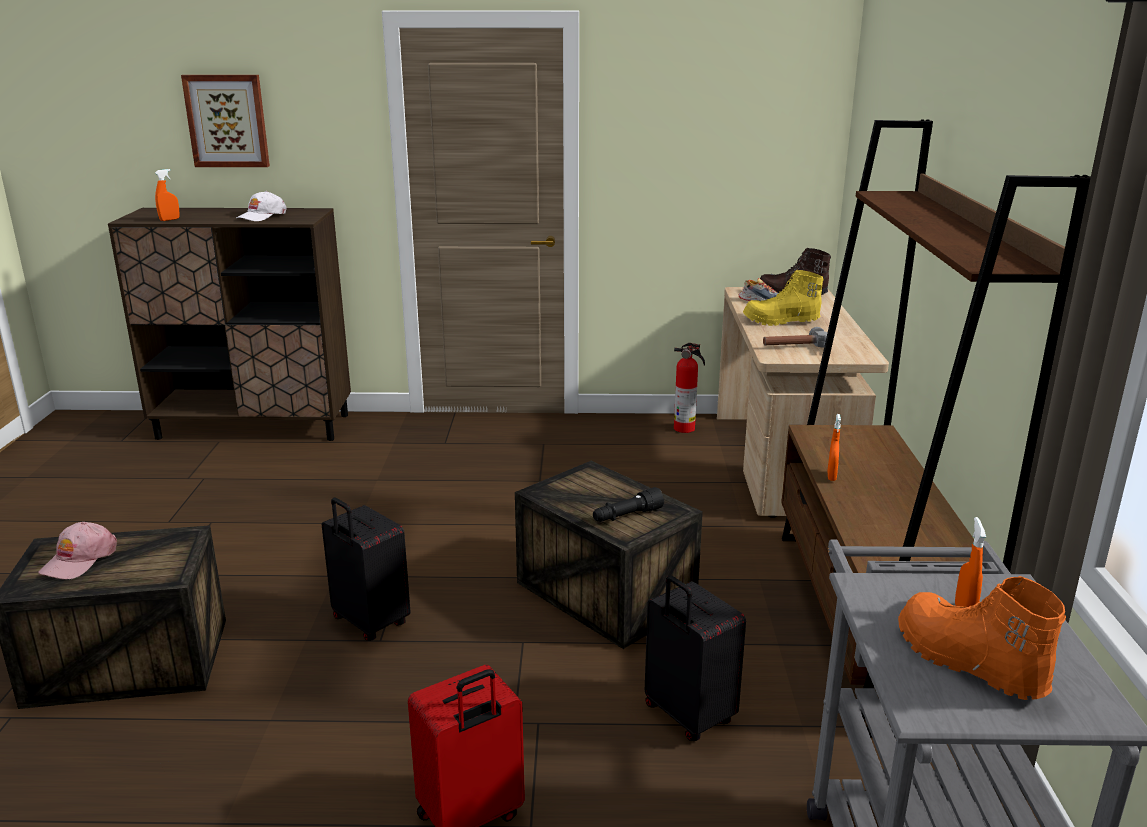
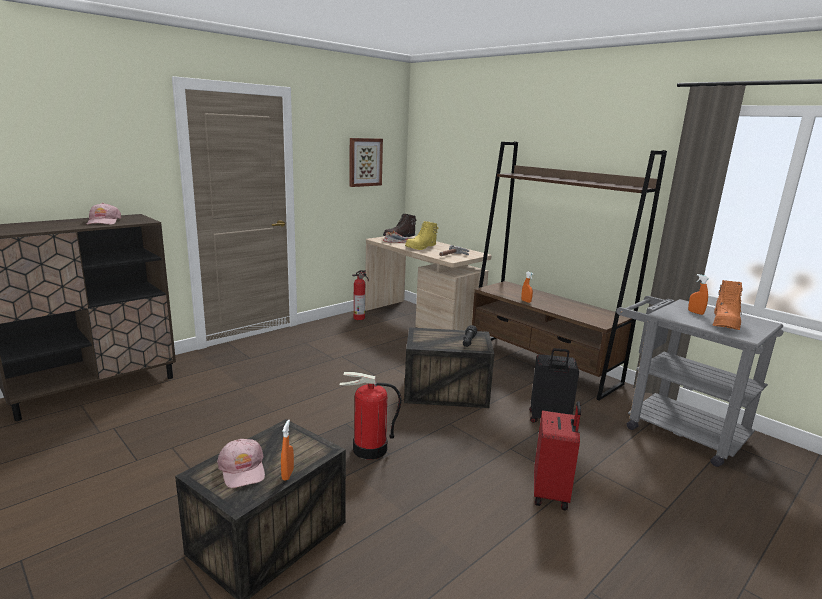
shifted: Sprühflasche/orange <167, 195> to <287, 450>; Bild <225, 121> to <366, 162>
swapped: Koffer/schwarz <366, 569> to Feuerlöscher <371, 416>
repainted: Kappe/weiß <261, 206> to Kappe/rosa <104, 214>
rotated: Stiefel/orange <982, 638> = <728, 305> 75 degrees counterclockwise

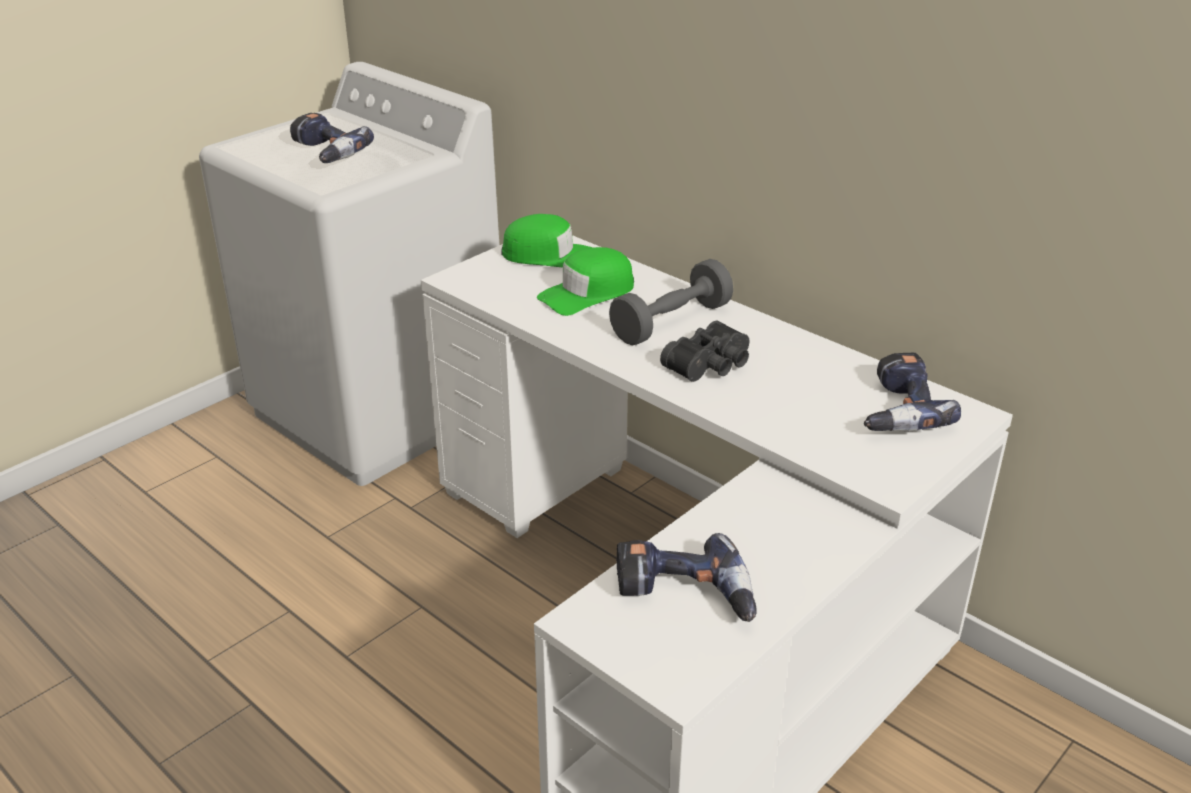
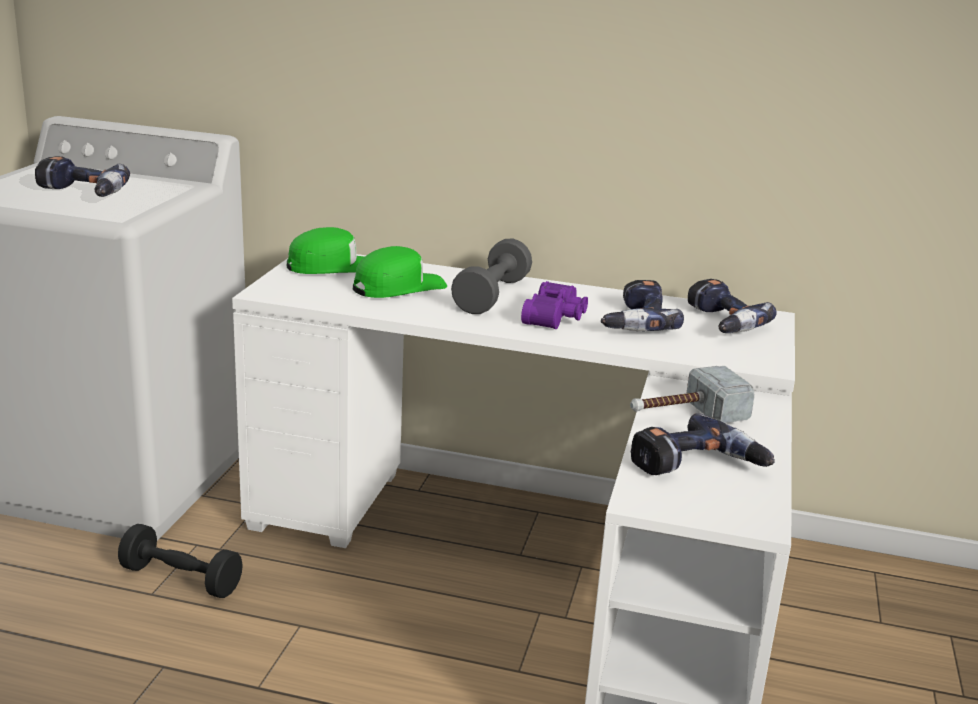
new: Hantel/schwarz <180, 561>; Bohrmaschine <642, 305>; Hammer <692, 394>
repainted: Fernglas/schwarz <704, 351> to Fernglas/lila <554, 305>
rotated: Kappe/grün <585, 281> = <400, 272> 150 degrees counterclockwise

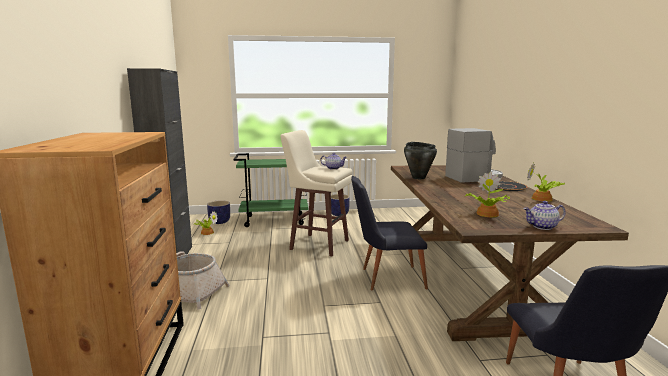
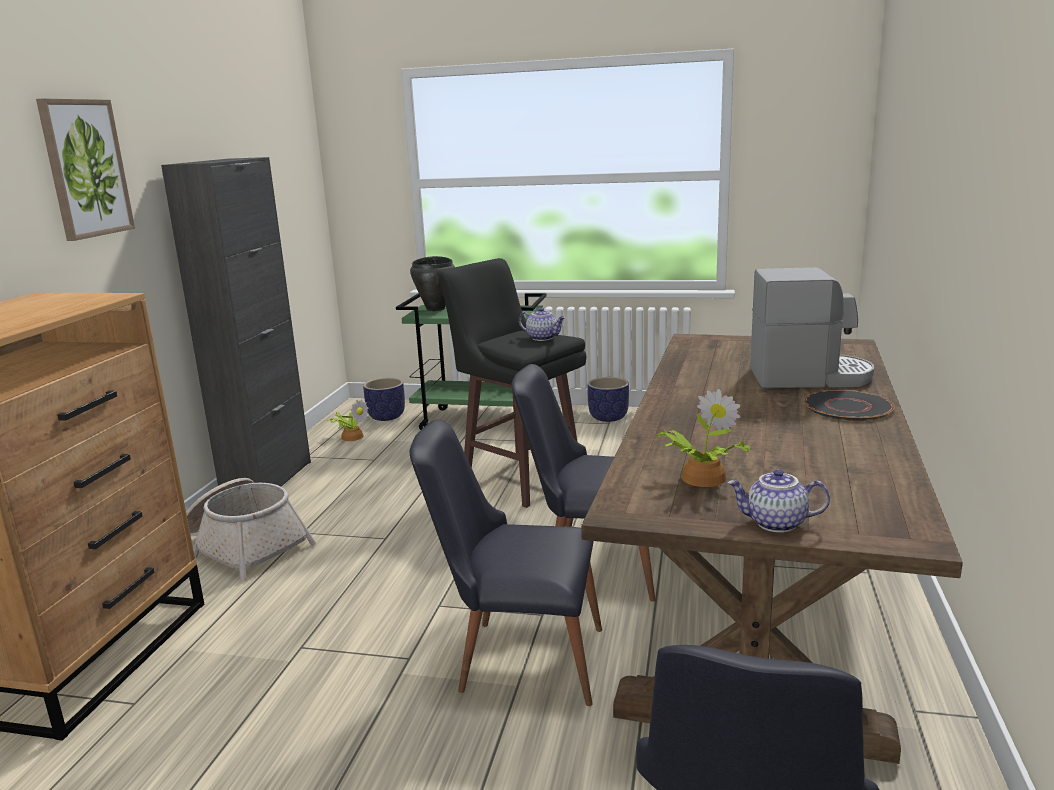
gone: Topfpflanze <546, 182>
new: Bild <85, 169>; Stuhl/schwarz <506, 562>
shifted: Kochtopf/schwarz <420, 160> to <432, 283>
repainted: Hocker/beige <316, 193> to Hocker/schwarz <512, 383>

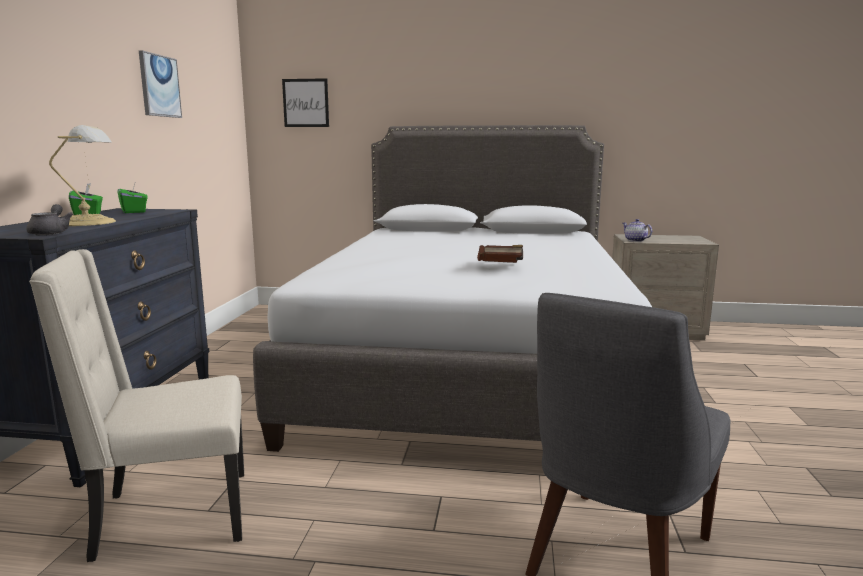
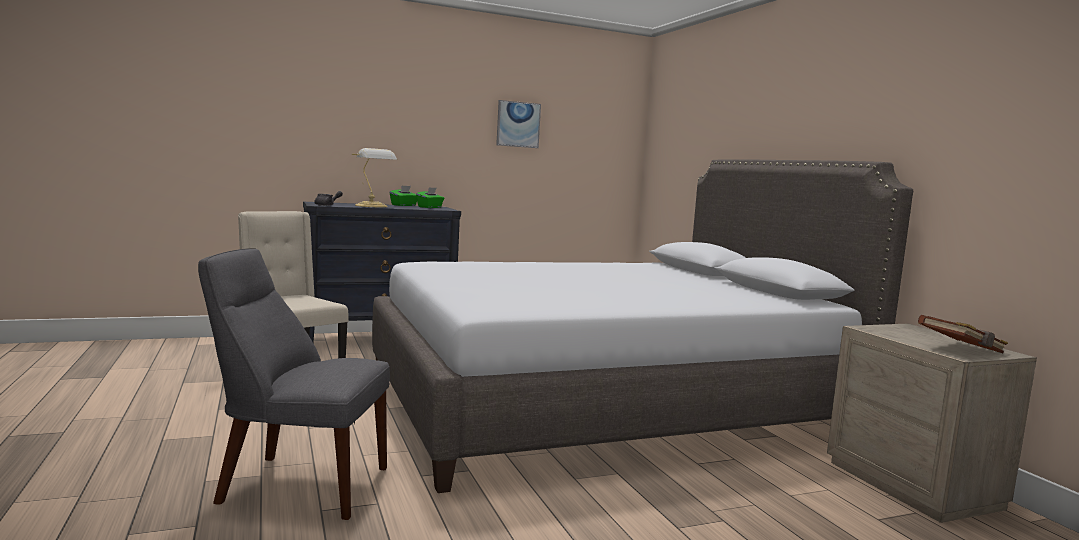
gone: Bild <305, 102>; Teekanne <637, 230>
shifted: Buch/braun <500, 254> to <963, 334>

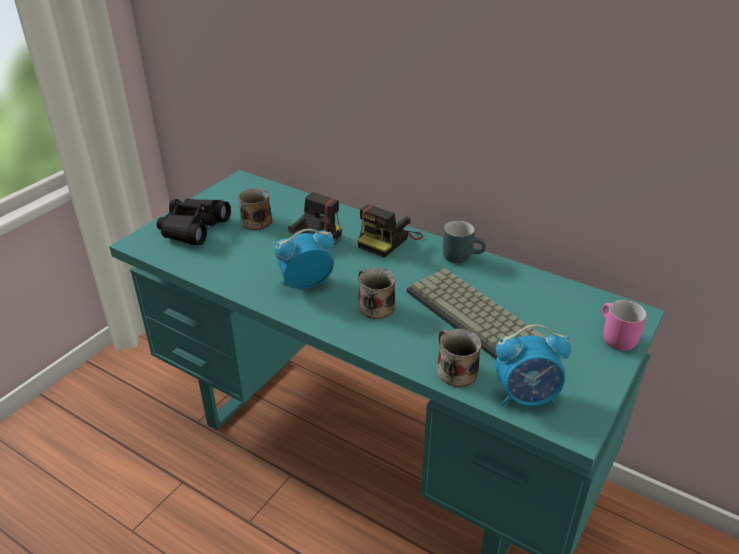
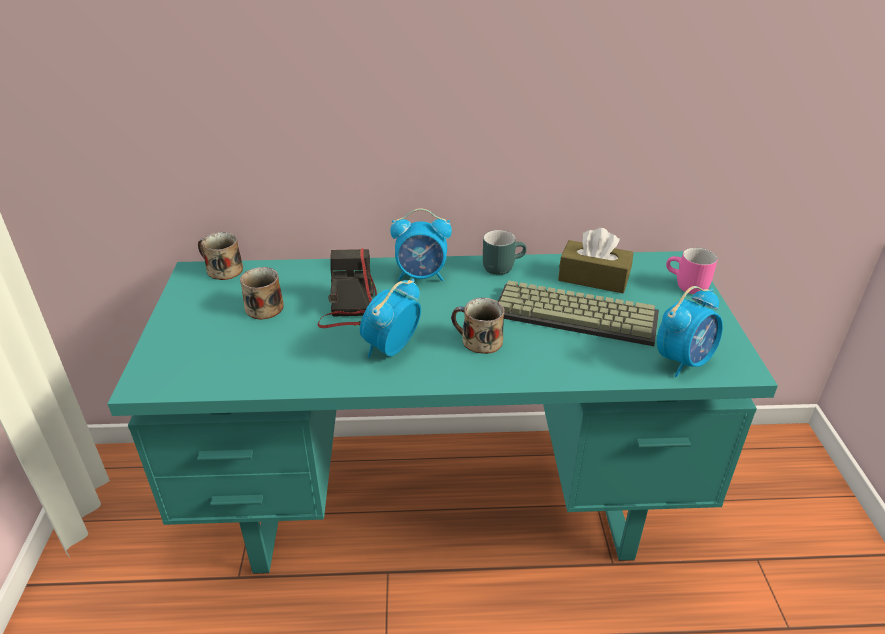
gone: Fernglas/schwarz <194, 222>
new: Taschentuchbox/braun <596, 260>
shifted: Henkelbecher <459, 358> to <220, 256>
swapped: Kamera <390, 231> to Wecker <421, 244>

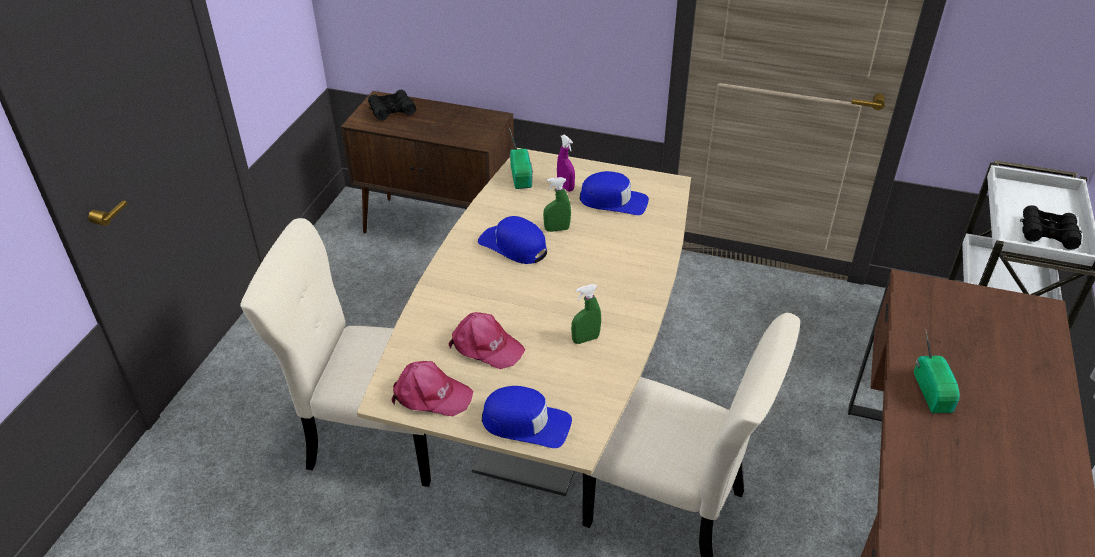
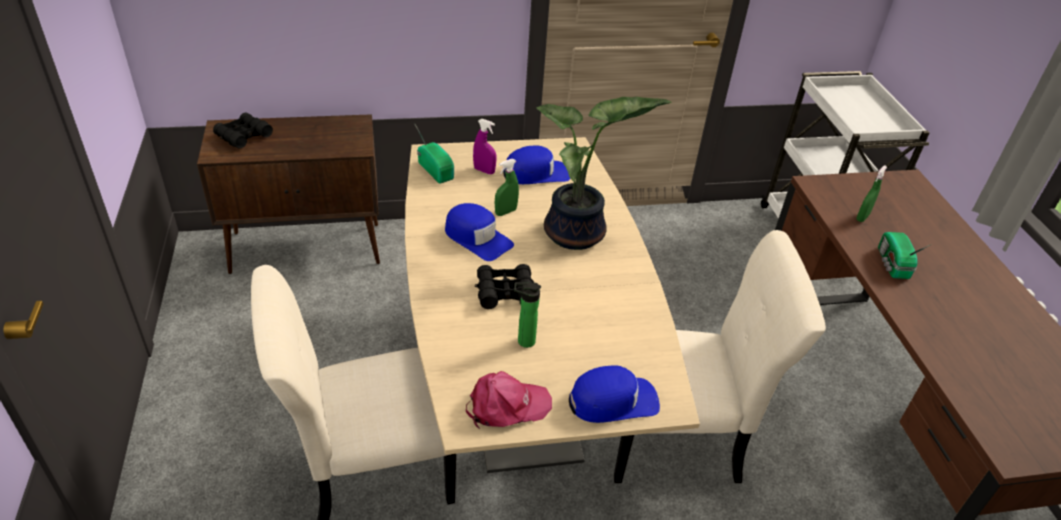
new: Topfpflanze <603, 173>
shifted: Sprühflasche/grün <586, 314> to <871, 193>; Fernglas/schwarz <1051, 227> to <504, 286>
swapped: Kappe/rosa <487, 340> to Flasche <527, 315>
rotated: Kappe/blau <512, 240> = <479, 232> 150 degrees counterclockwise; Radio <937, 371> = <904, 255> 150 degrees counterclockwise

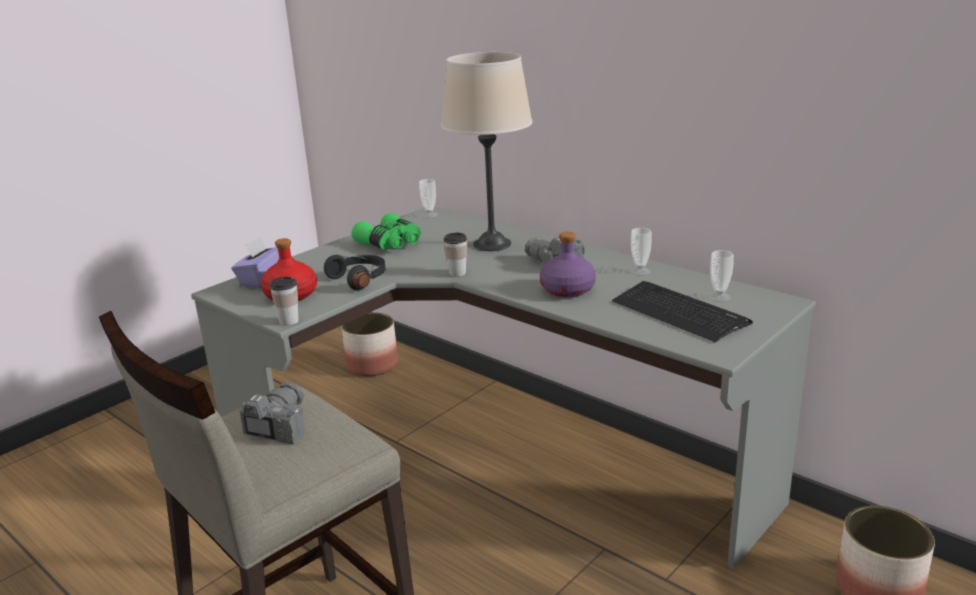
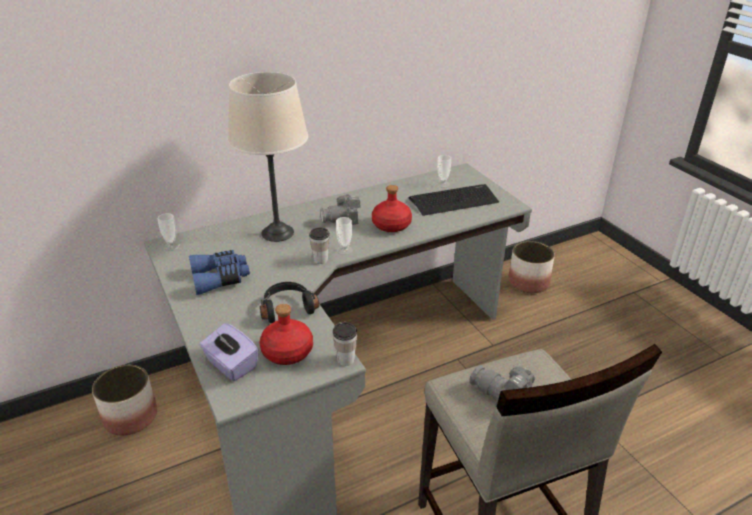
shifted: Tasse <641, 251> to <344, 236>
repainted: Fernglas/grün <386, 231> to Fernglas/blau <219, 272>; Flasche/lila <568, 264> to Flasche/rot <392, 208>

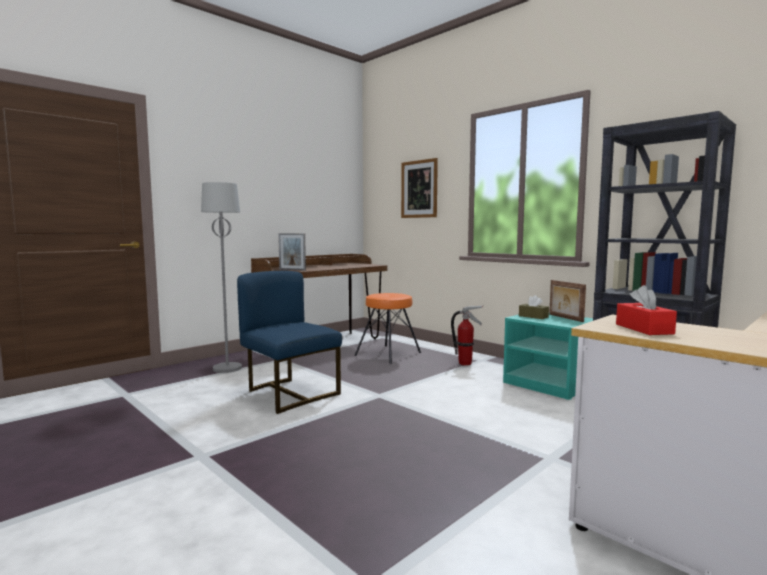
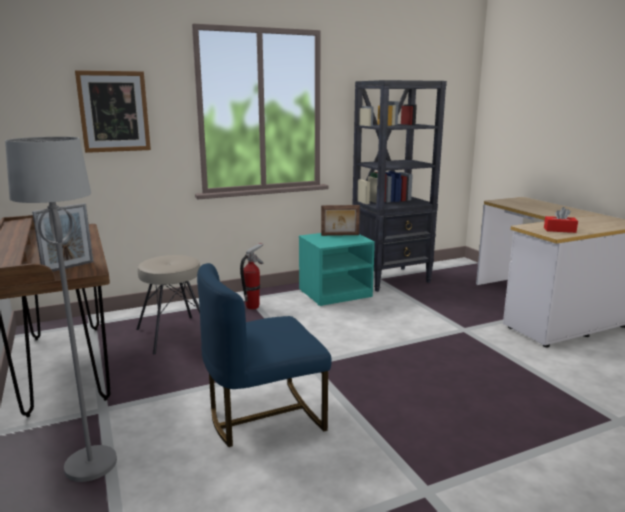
gone: Taschentuchbox/braun <534, 307>
repainted: Hocker/orange <387, 328> to Hocker/beige <168, 304>

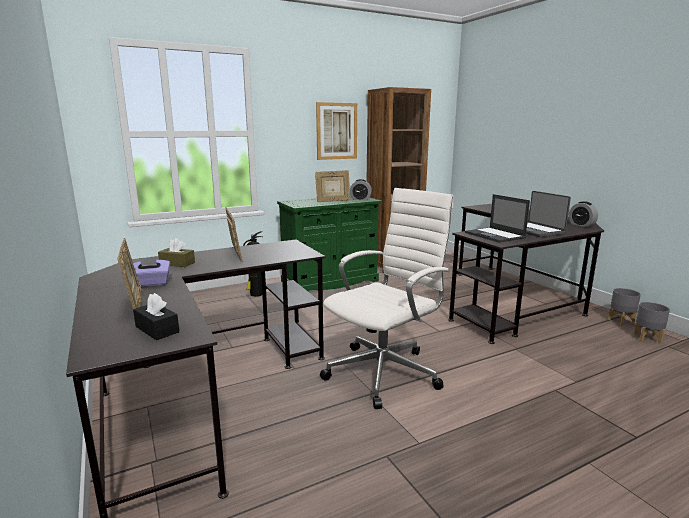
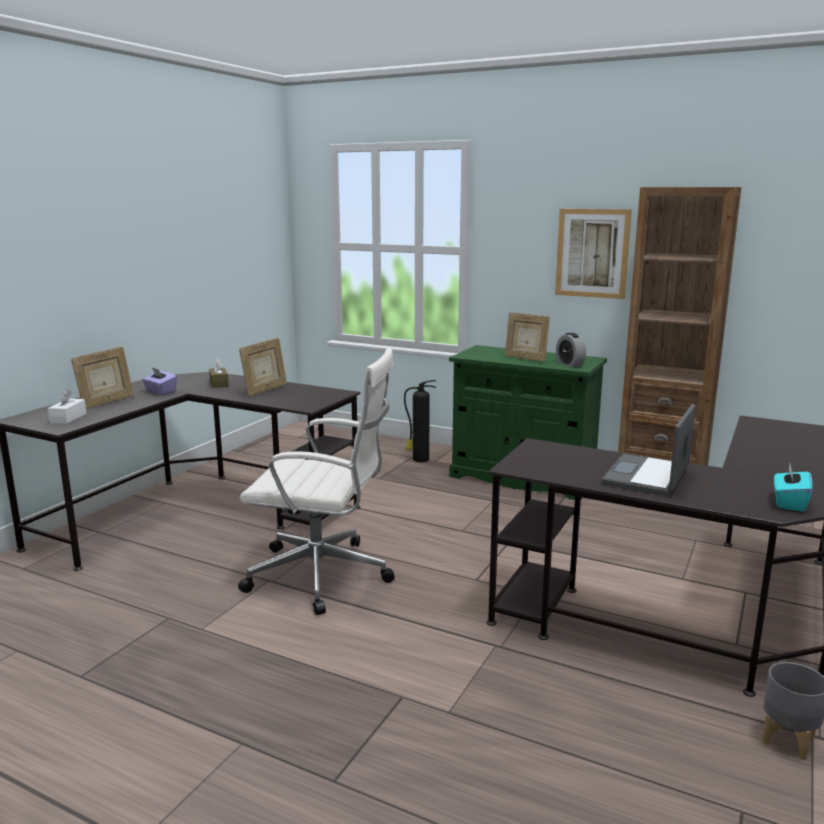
gone: Laptop <497, 218>; Pflanzkübel/grau <652, 323>
swapped: Wecker <583, 214> to Taschentuchbox/türkis <793, 487>
repainted: Taschentuchbox/schwarz <156, 316> to Taschentuchbox/weiß <67, 406>

